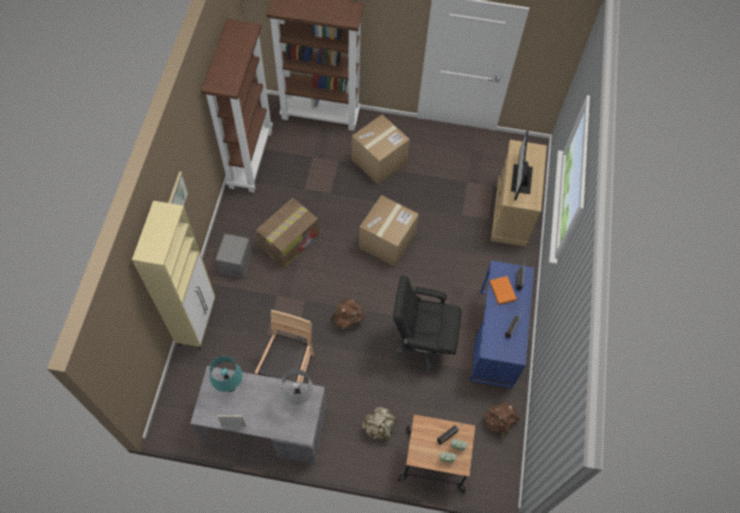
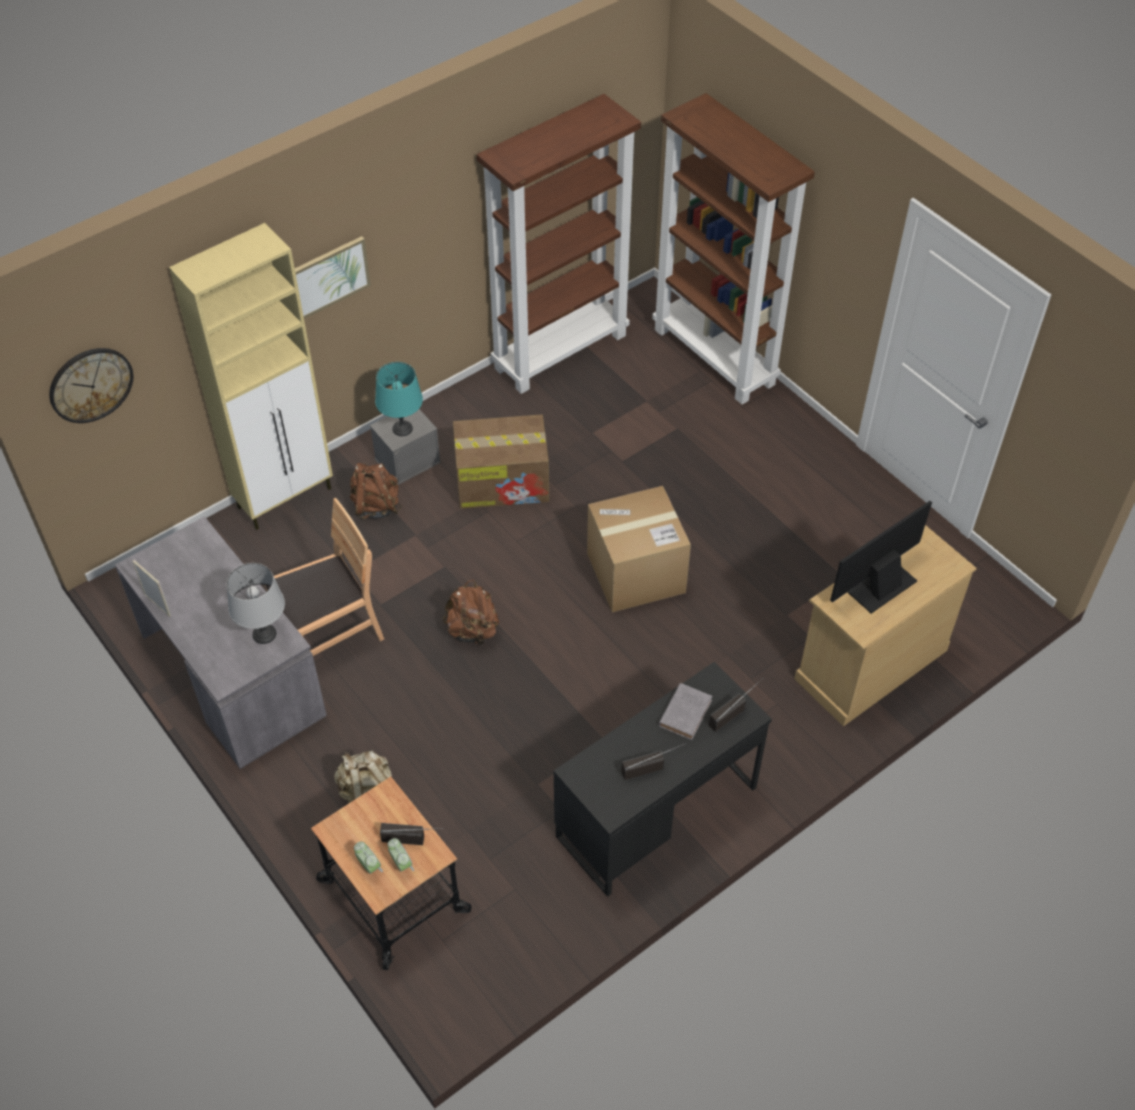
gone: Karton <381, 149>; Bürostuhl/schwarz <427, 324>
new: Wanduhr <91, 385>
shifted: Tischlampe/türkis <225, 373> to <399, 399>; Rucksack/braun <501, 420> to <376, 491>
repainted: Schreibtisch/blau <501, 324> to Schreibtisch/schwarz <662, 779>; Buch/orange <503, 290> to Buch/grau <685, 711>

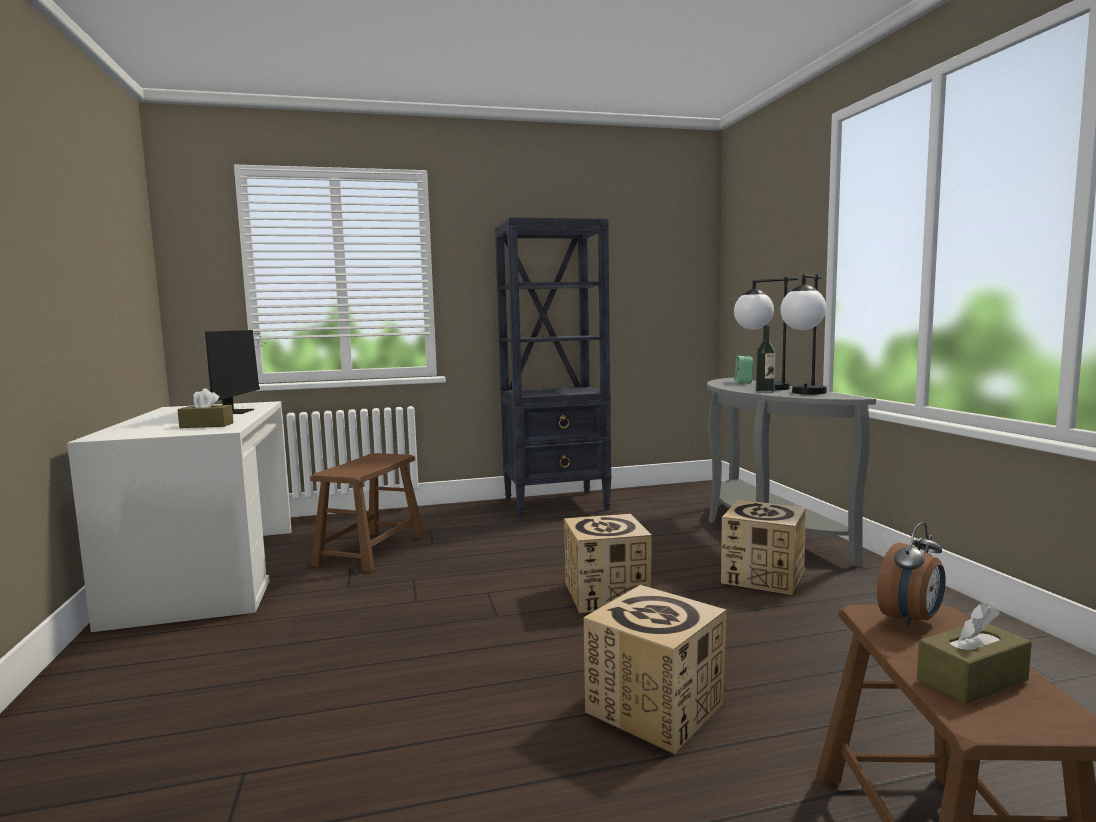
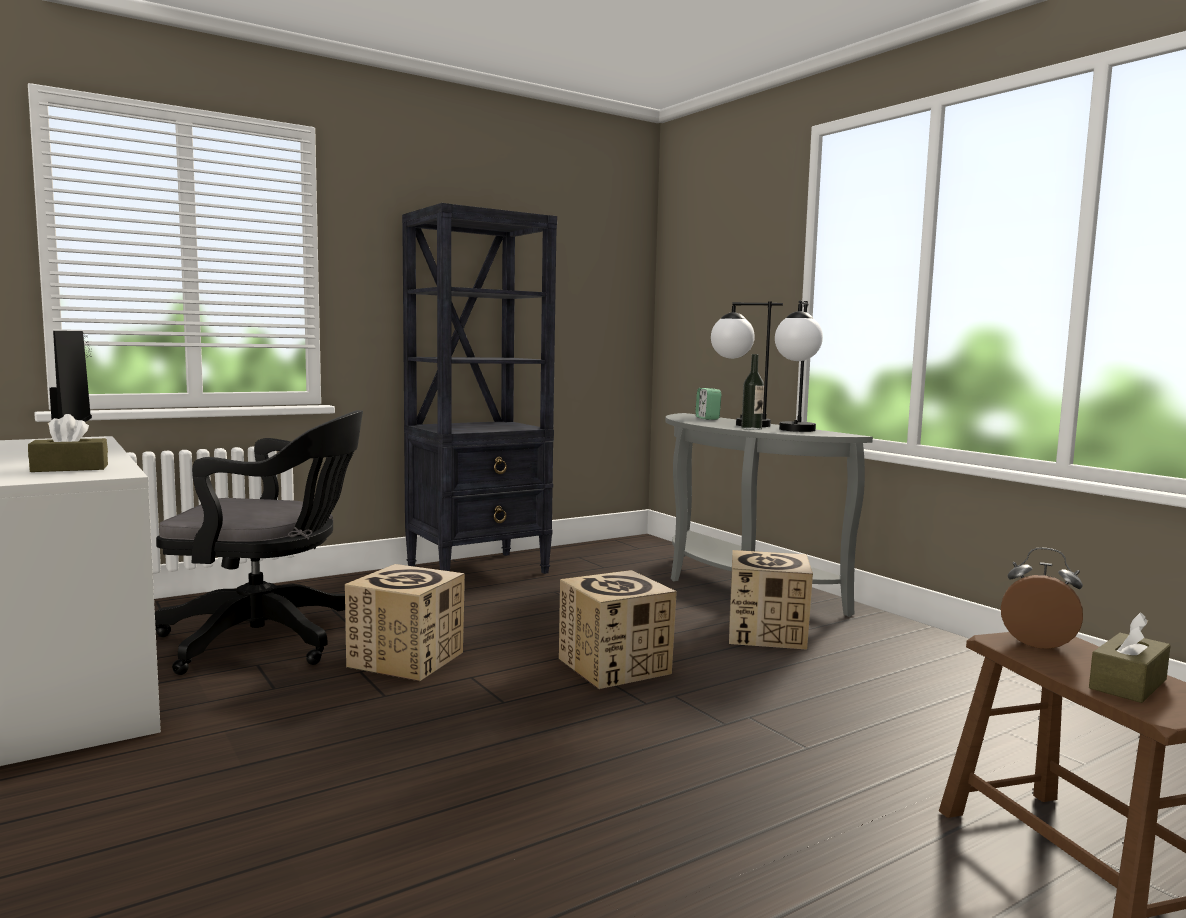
shifted: Karton <655, 669> to <405, 622>
swapped: Hocker/braun <367, 512> to Bürostuhl/schwarz <259, 542>
rotated: Wecker <911, 574> = <1042, 598> 90 degrees counterclockwise

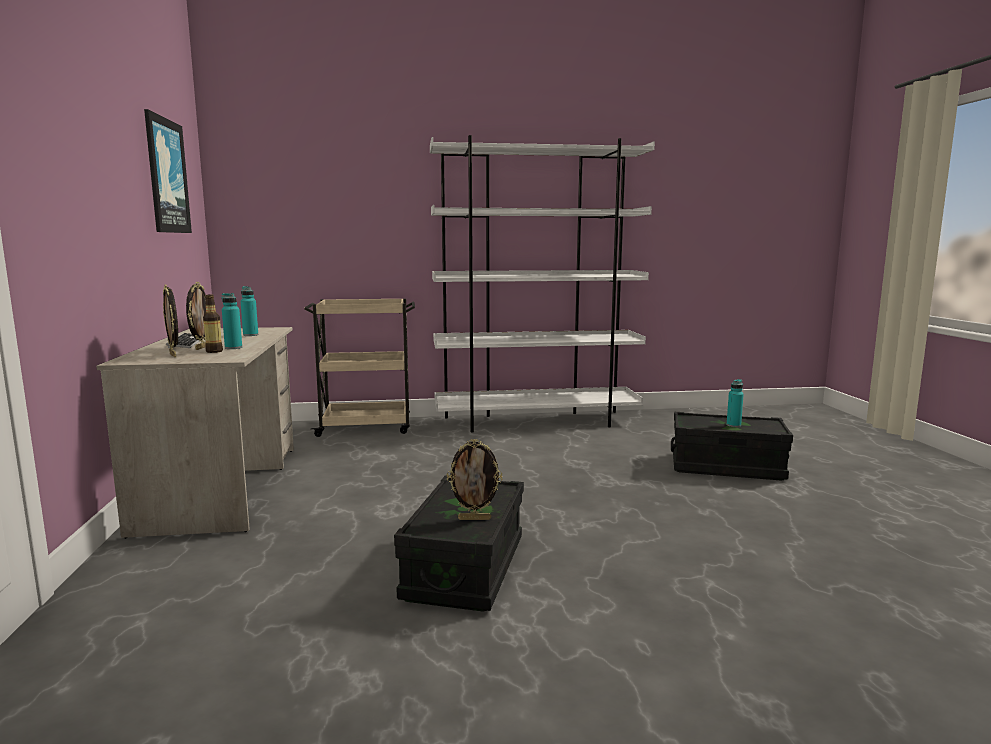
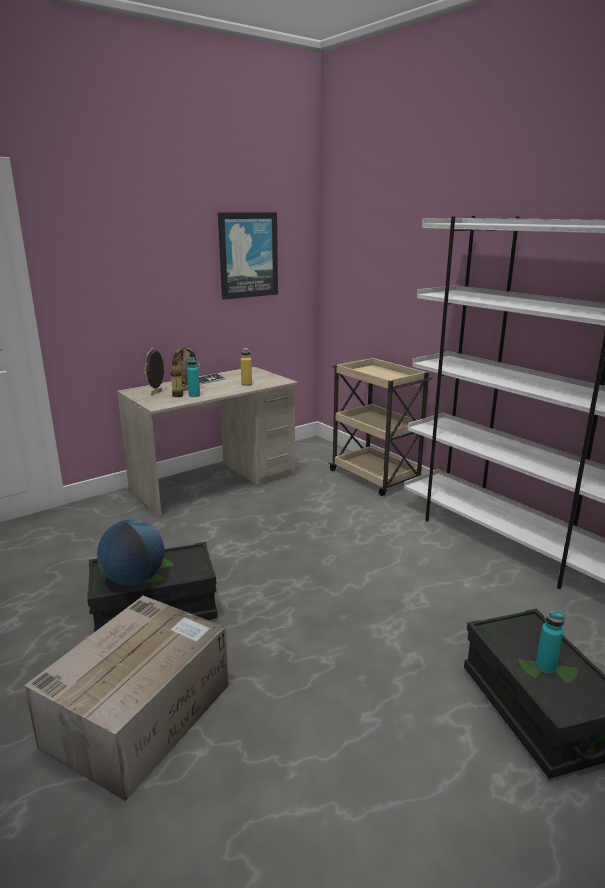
new: Karton <126, 698>
swapped: Bilderrahmen <474, 479> to Globus <130, 552>
repainted: Flasche/türkis <249, 311> to Flasche/gelb <246, 367>

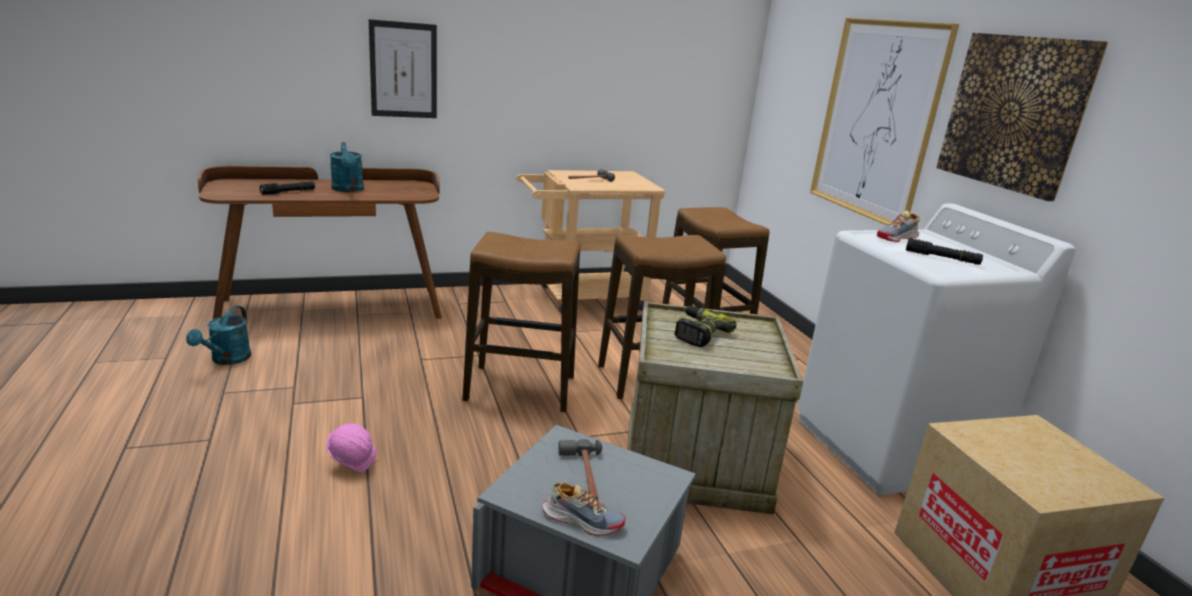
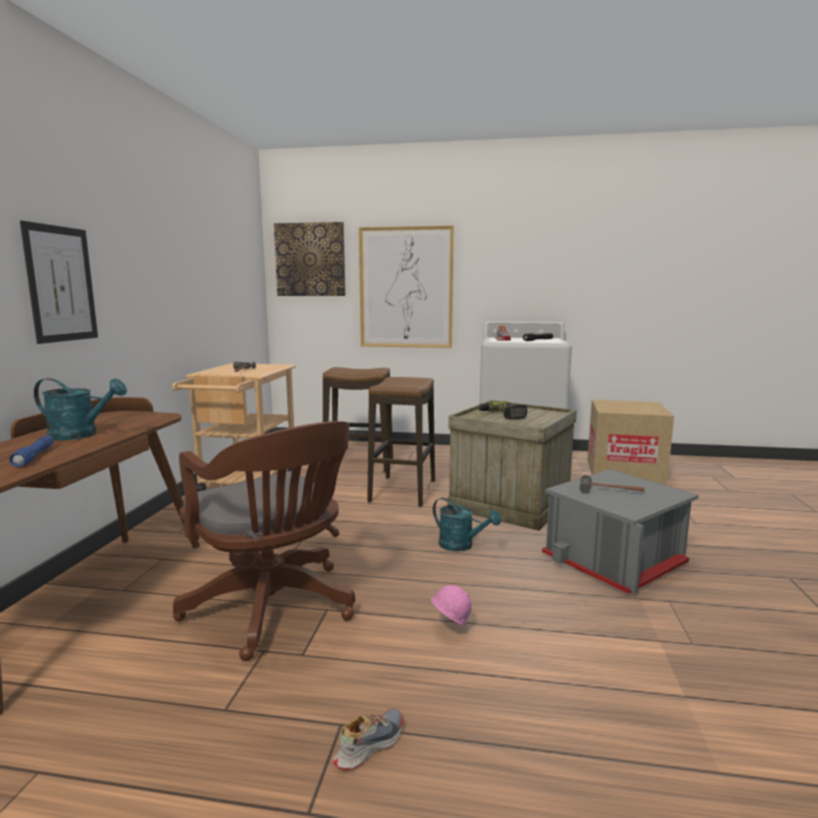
gone: Hocker <521, 322>
new: Bürostuhl/braun <264, 541>
shifted: Gießkanne/türkis <218, 335> to <467, 525>; Schuh <584, 509> to <368, 739>; Bild <1022, 117> to <309, 259>
repainted: Taschenlampe/schwarz <287, 188> to Taschenlampe/blau <31, 451>

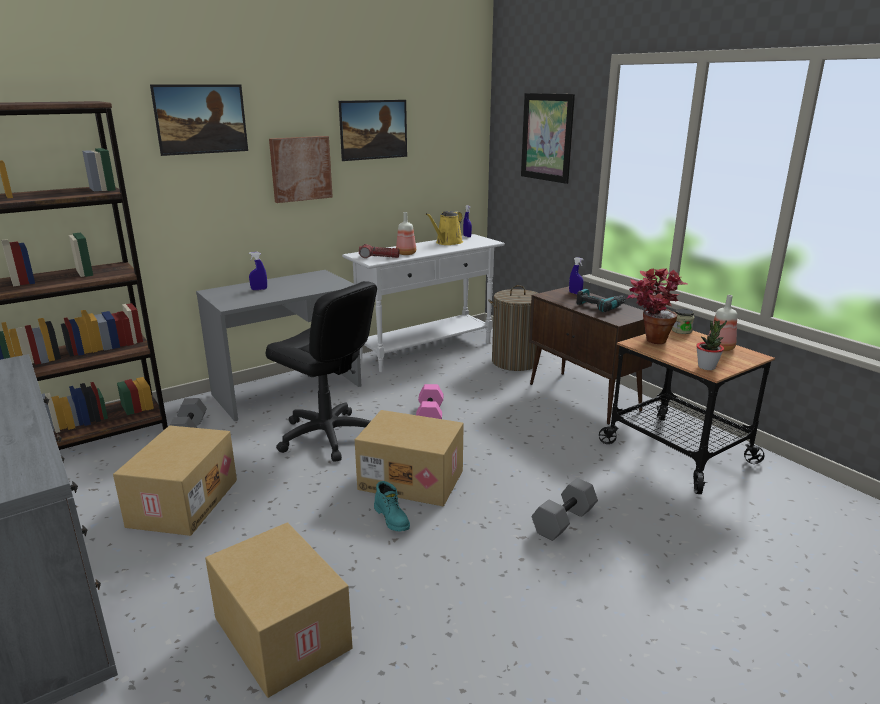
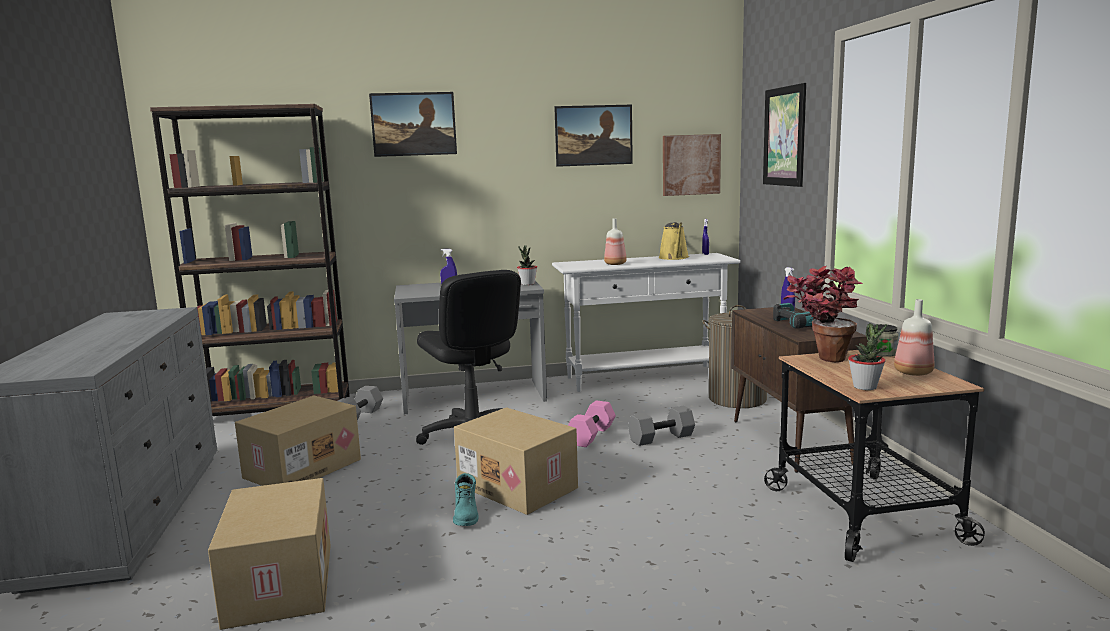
gone: Taschenlampe <379, 251>
new: Topfpflanze <527, 265>
shifted: Bild <301, 169> to <692, 165>; Hantel/grau <565, 509> to <661, 426>
rotated: Gießkanne/gelb <444, 228> = <674, 241> 60 degrees counterclockwise

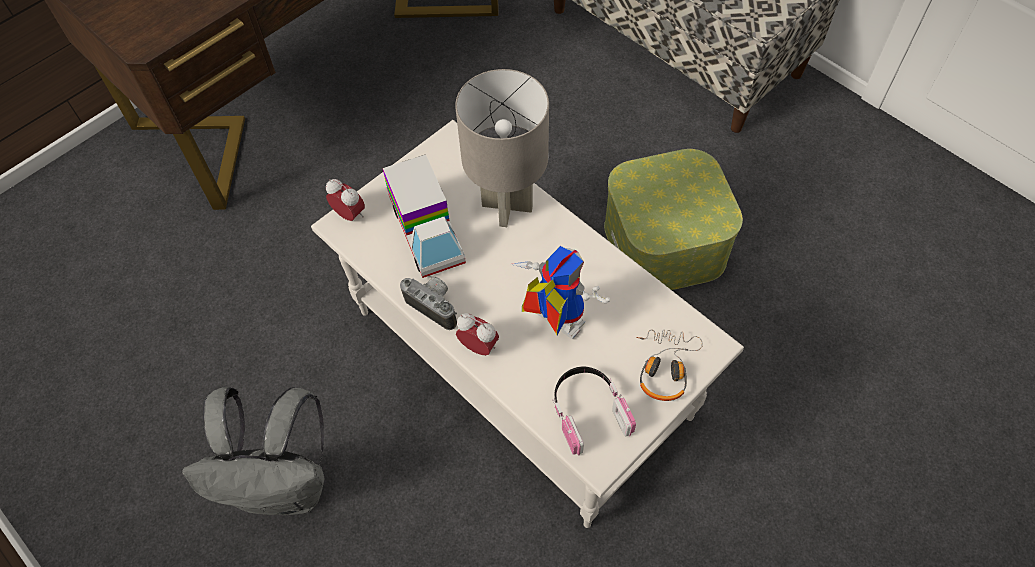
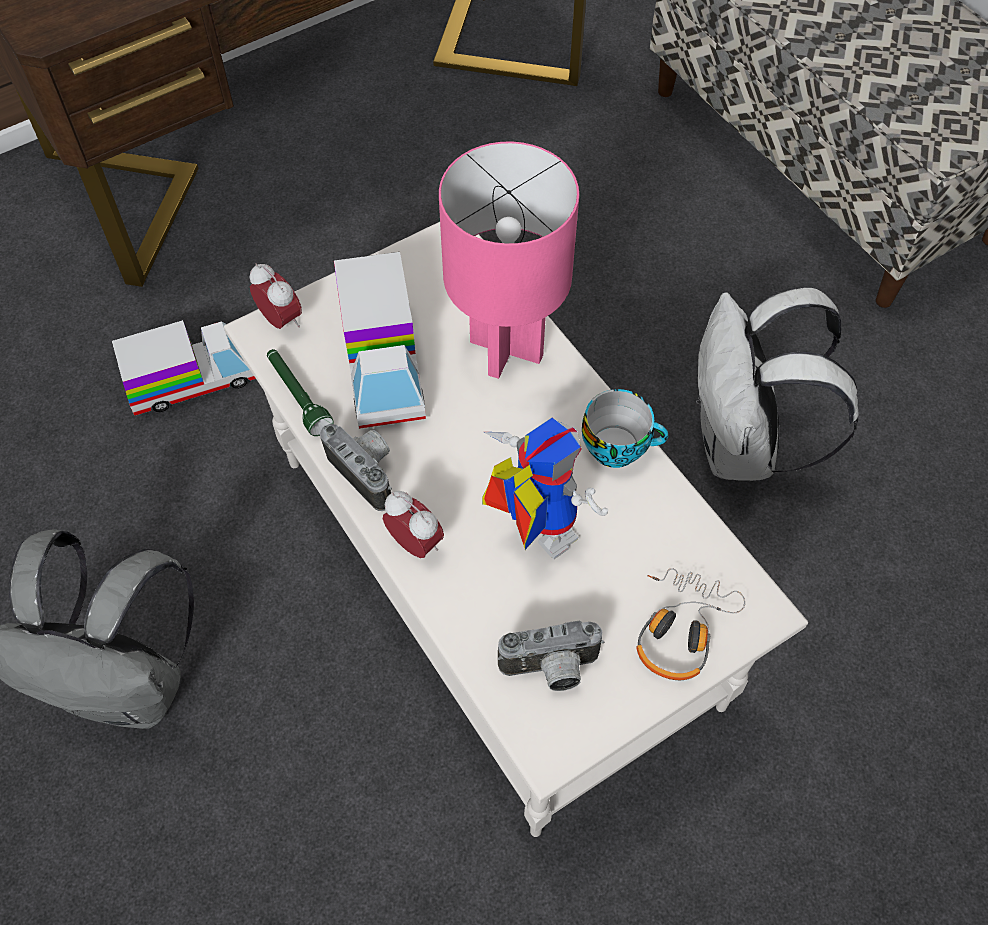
new: Spielzeuglaster <184, 368>; Taschenlampe/grün <300, 392>; Tasse <625, 428>
swapped: Kopfhörer <594, 411> to Kamera <551, 656>; Aufbewahrungsbox <673, 219> to Rucksack/weiß <777, 384>
repainted: Tischlampe/grau <502, 148> to Tischlampe/rosa <509, 260>

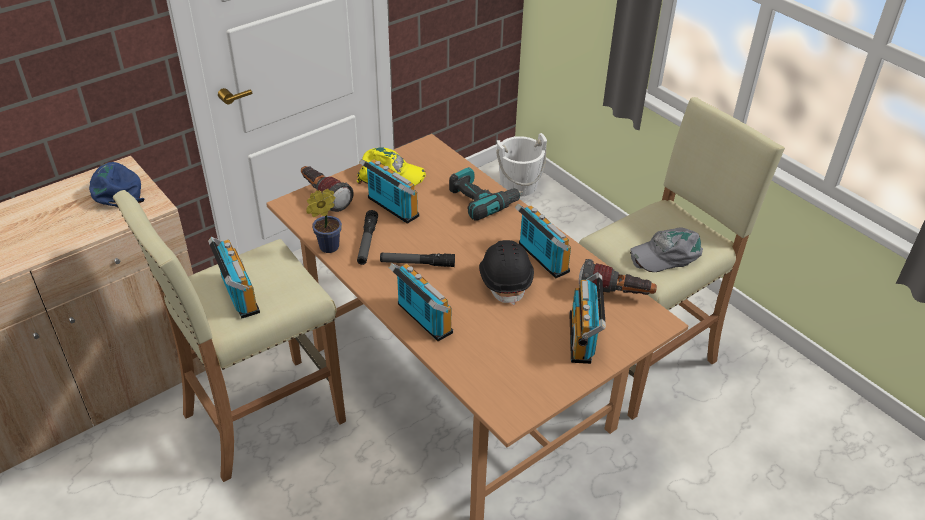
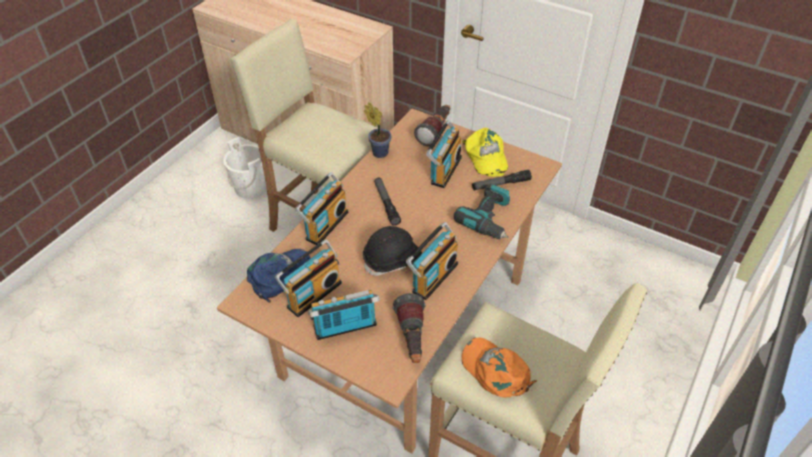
shifted: Kappe/blau <117, 184> to <279, 276>; Radio <234, 277> to <308, 278>; Taschenlampe <367, 237> to <502, 180>; Eimer/weiß <521, 164> to <245, 168>
repainted: Kappe/grau <666, 249> to Kappe/orange <499, 367>

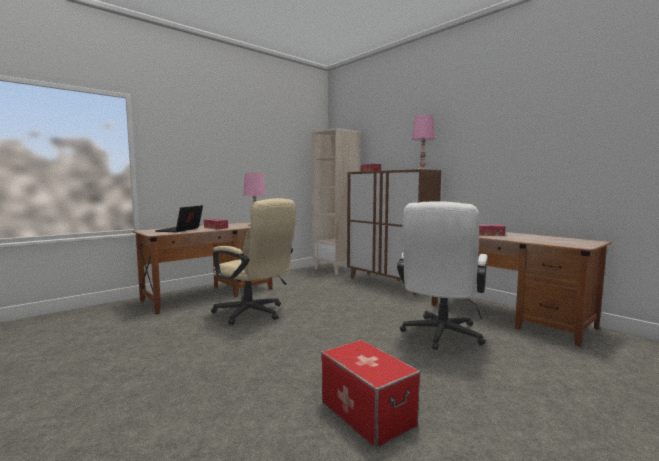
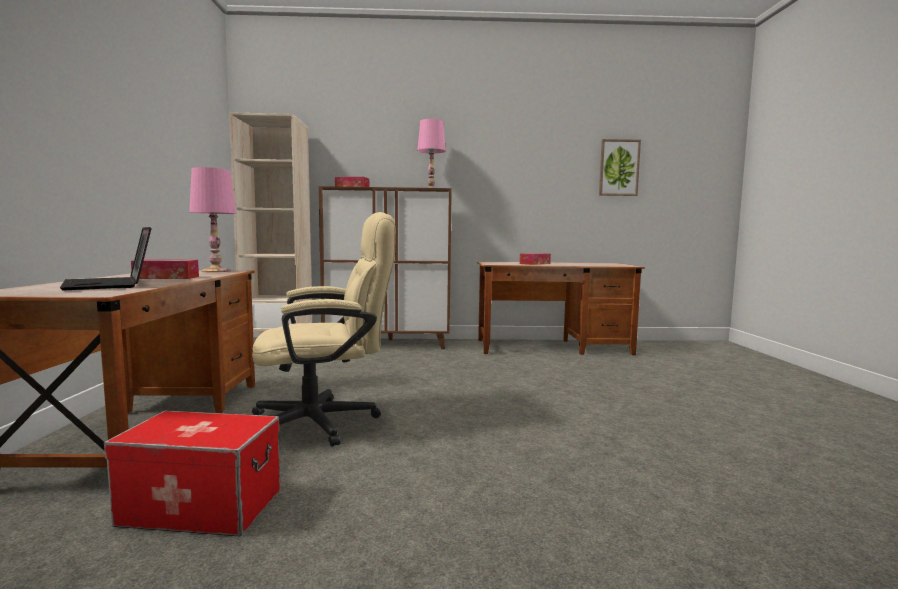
gone: Bürostuhl/weiß <442, 275>
new: Bild <620, 167>
shifted: Aufbewahrungsbox <371, 394> to <192, 473>

